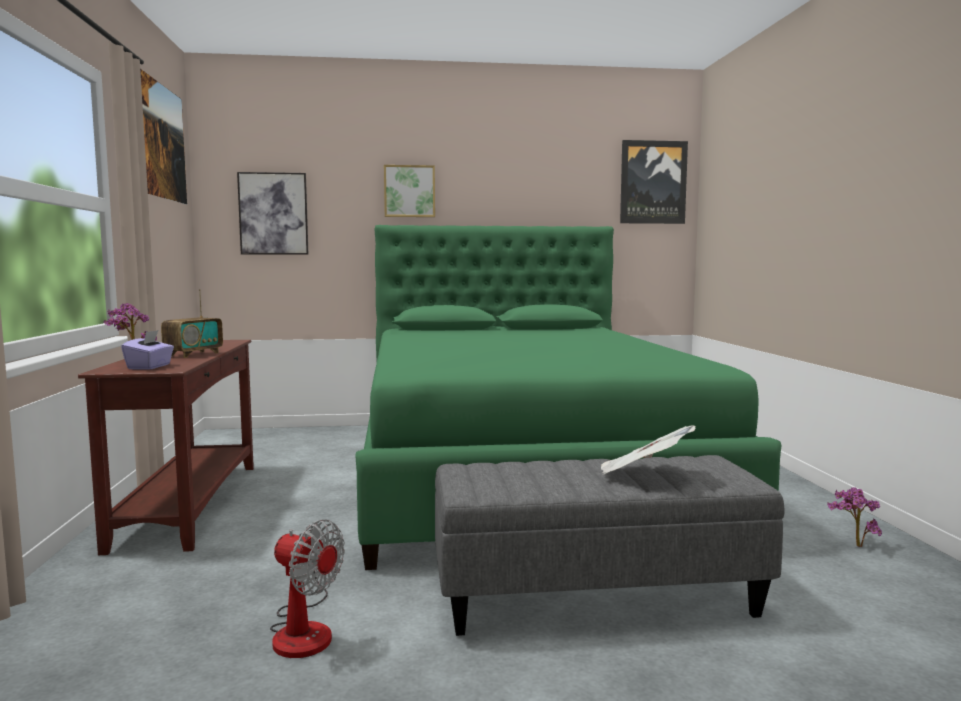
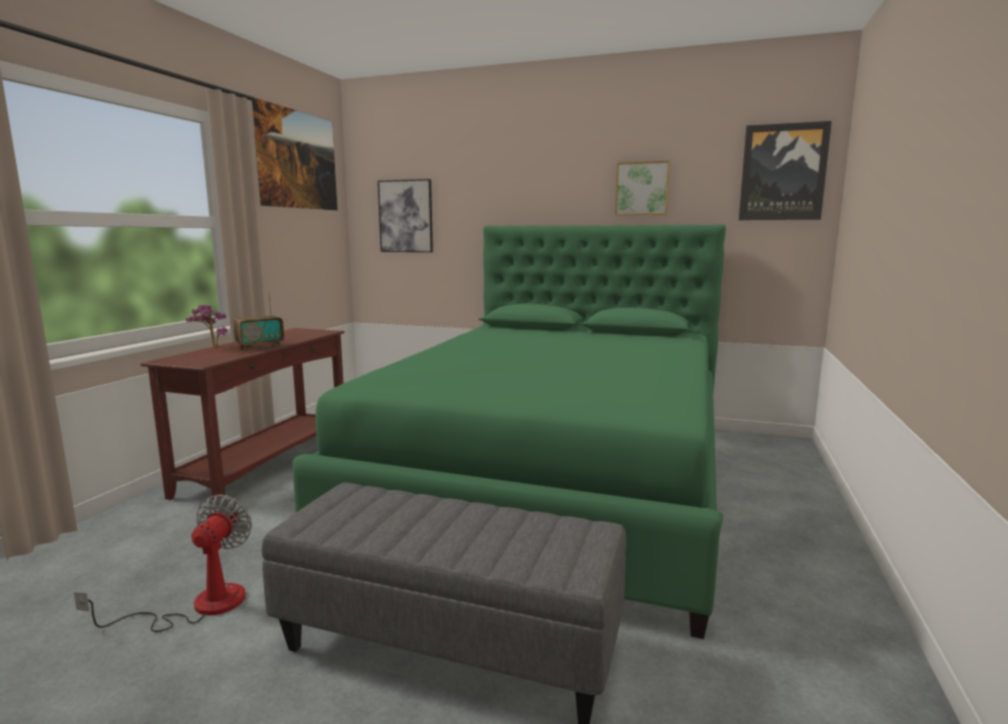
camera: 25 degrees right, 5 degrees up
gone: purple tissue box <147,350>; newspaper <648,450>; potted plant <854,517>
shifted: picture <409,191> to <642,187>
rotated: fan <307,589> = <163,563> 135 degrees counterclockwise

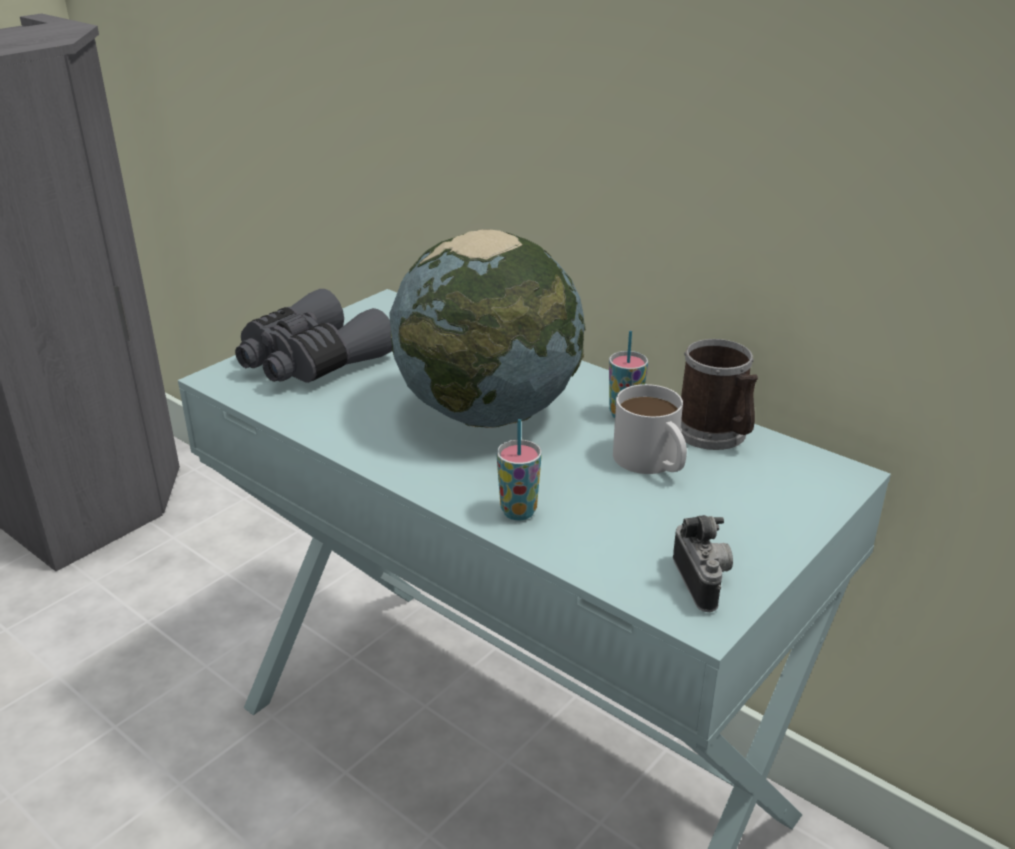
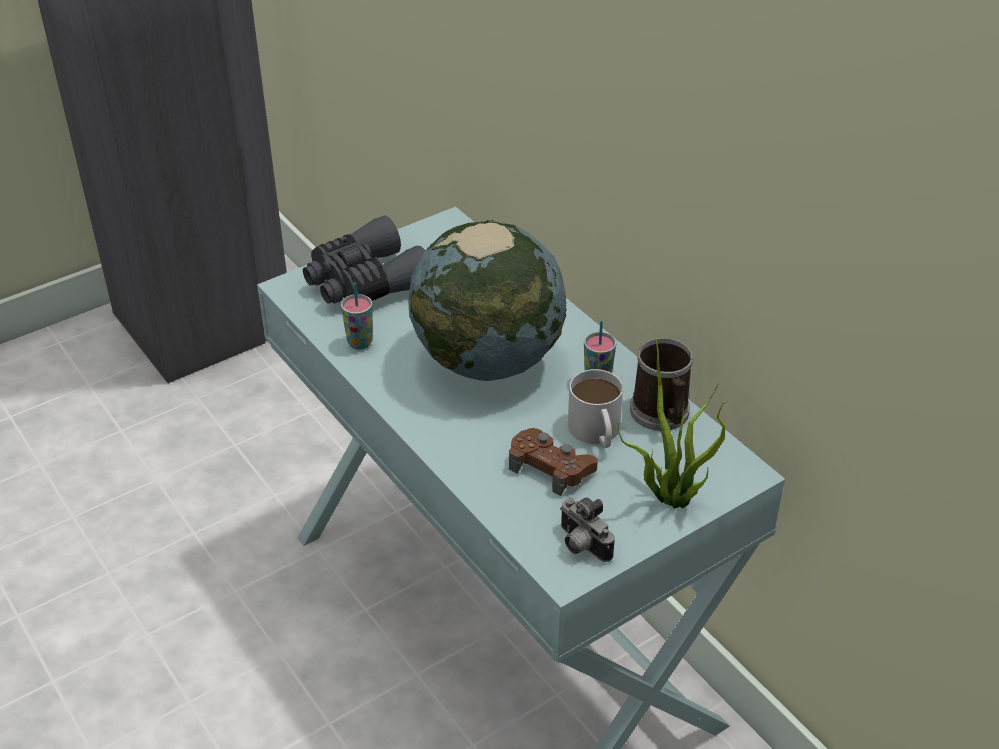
camera: 15 degrees right, 10 degrees up
new: brown game controller <553,462>; potted plant <673,419>
shifted: cup <519,469> to <357,316>
rotated: photo camera <703,563> = <587,529> 135 degrees clockwise

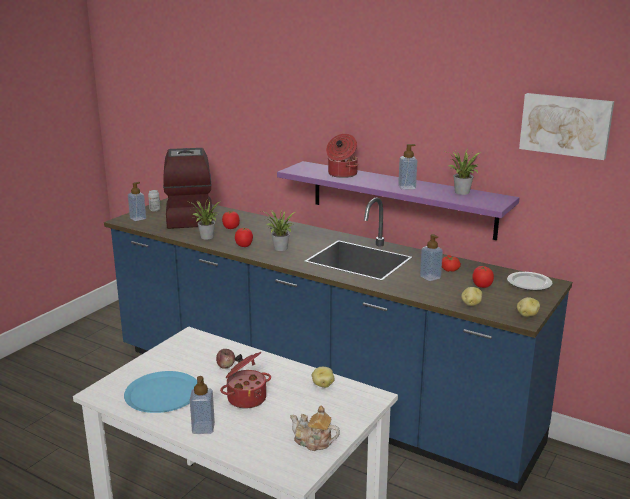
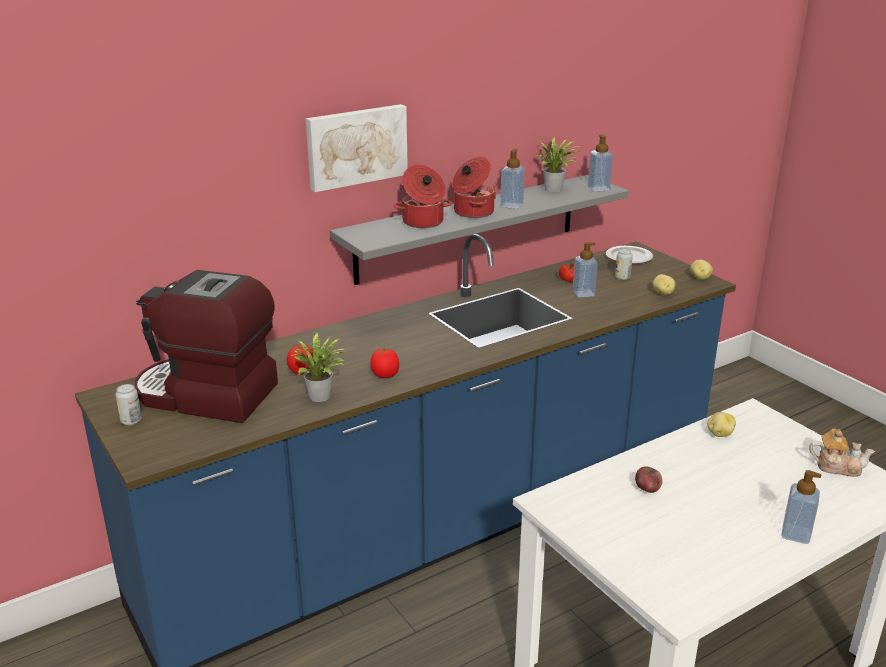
camera: 65 degrees left, 5 degrees up
gone: blue plate <160,392>; potted plant <278,230>
shifted: soap dispenser <137,201> to <600,163>; cooking pot <245,380> to <474,187>; picture <566,126> to <357,148>
swapped: tomato <483,277> to can <624,264>
repainted: purple shelf <398,200> to grey shelf <479,230>
rotated: teapot <315,428> = <842,453> 120 degrees counterclockwise

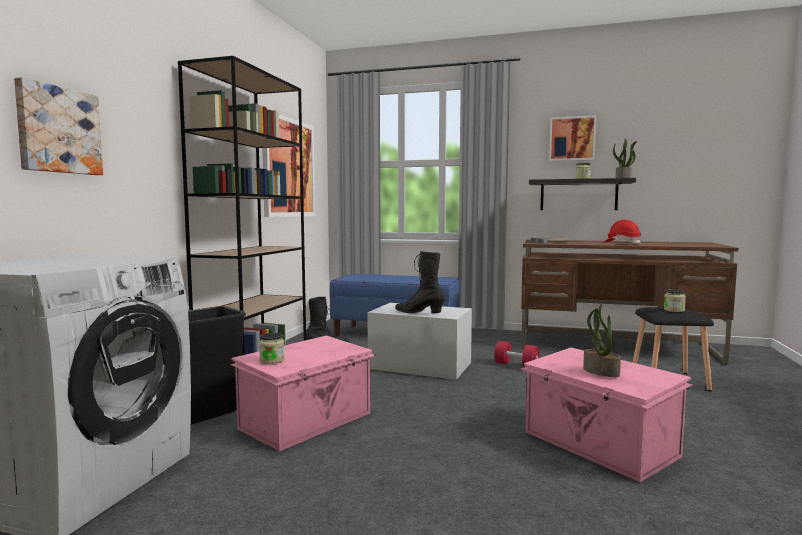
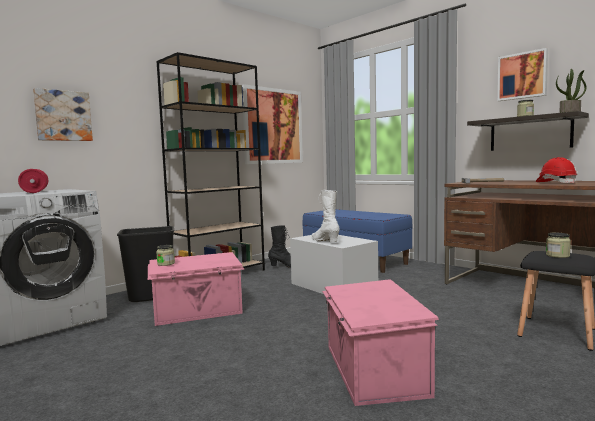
camera: 30 degrees right, 0 degrees up
gone: potted plant <602,340>
shifted: red dumbbell <516,354> to <33,181>
repainted: black boot <420,282> to white boot <325,216>

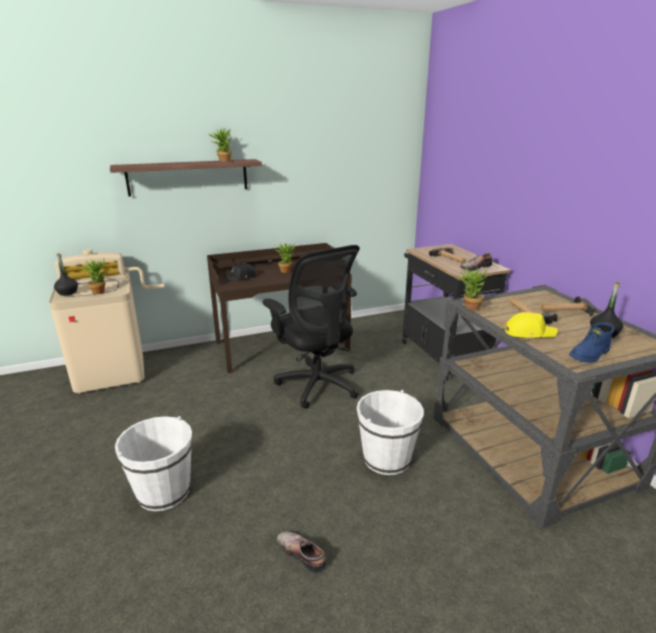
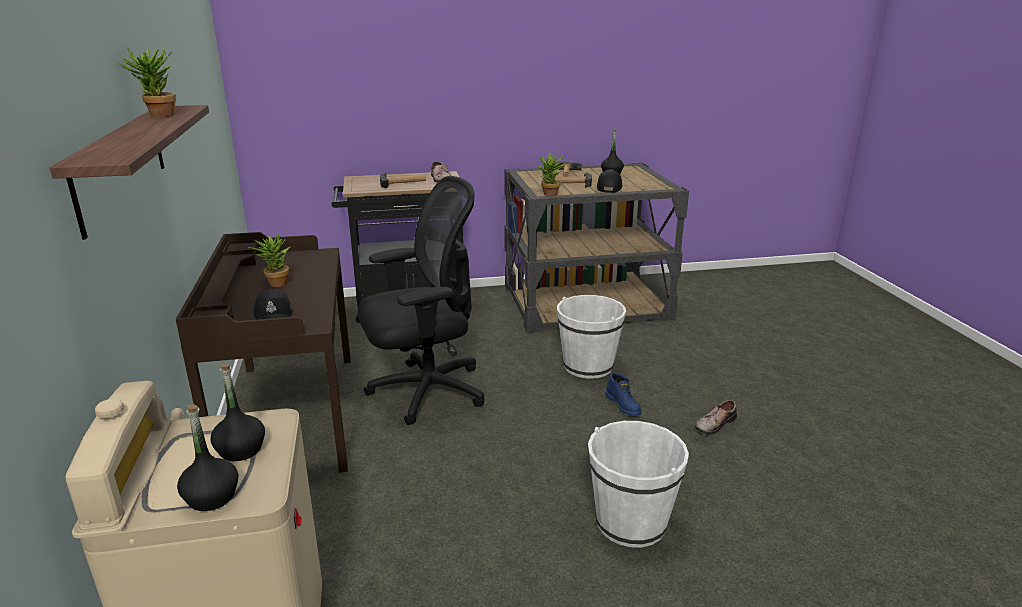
camera: 80 degrees left, 0 degrees up
shifted: blue boot <592,343> to <623,394>
swapped: potted plant <93,277> to black bottle <237,412>
repainted: yellow cap <531,325> to black cap <609,181>

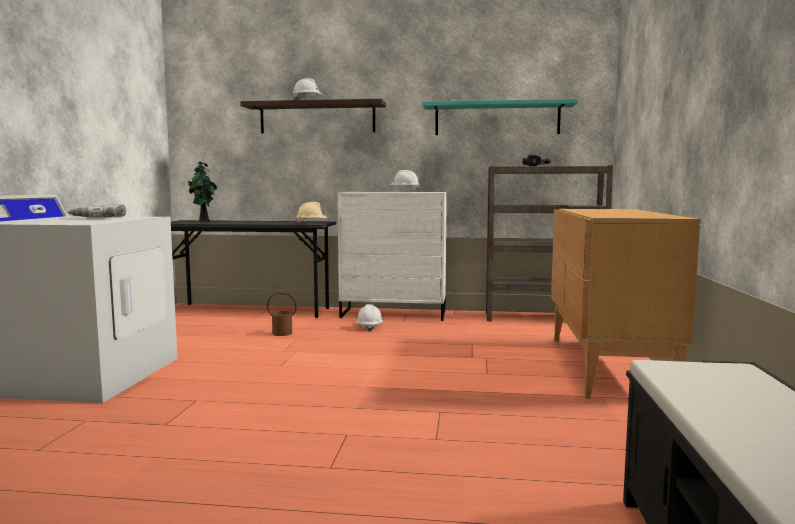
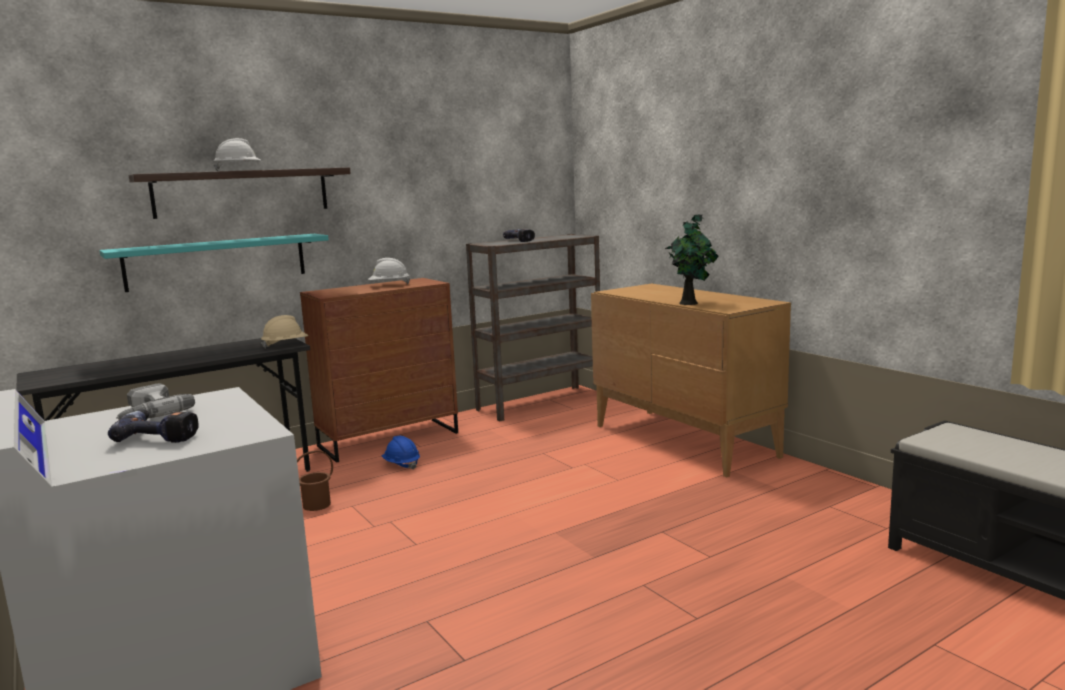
camera: 40 degrees left, 5 degrees up
new: power drill <153,426>
shifted: potted plant <203,191> to <692,259>; turquoise shelf <500,117> to <214,263>
repainted: white dresser <392,256> to brown dresser <379,370>; white hard hat <369,317> to blue hard hat <401,453>

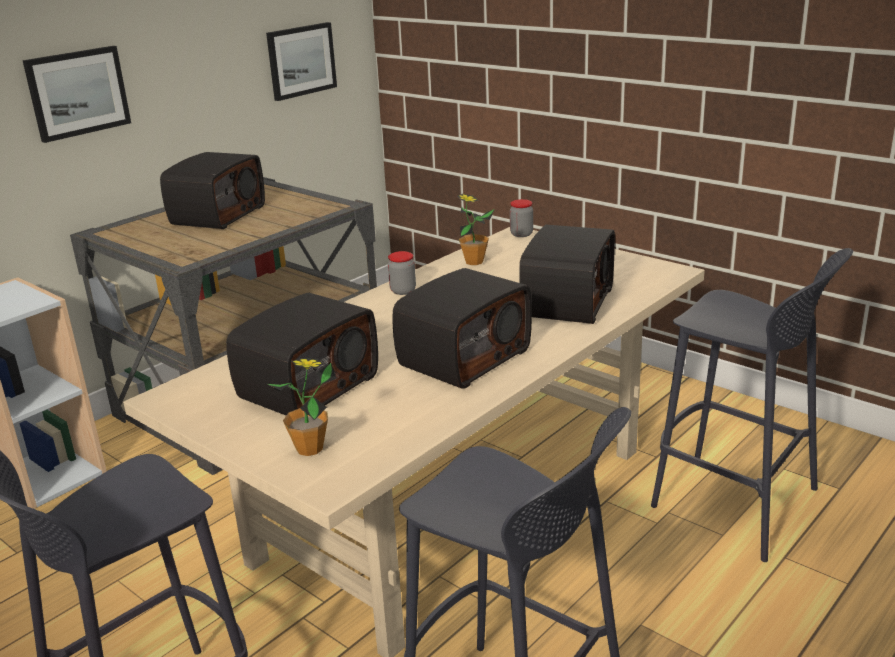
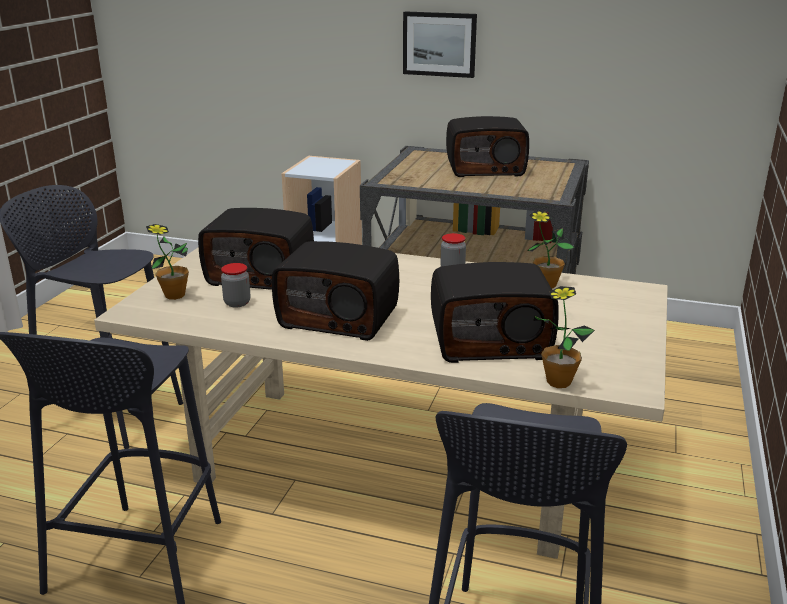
camera: 65 degrees right, 0 degrees up
gone: picture <301,61>
new: potted plant <564,337>
shifted: jar <521,218> to <236,285>

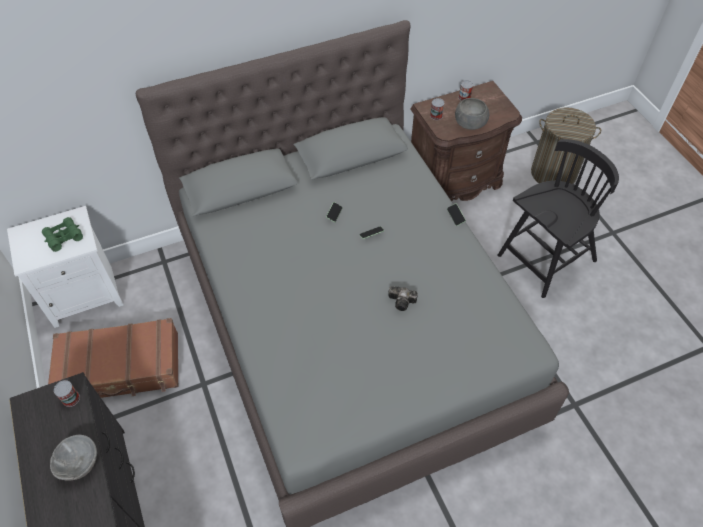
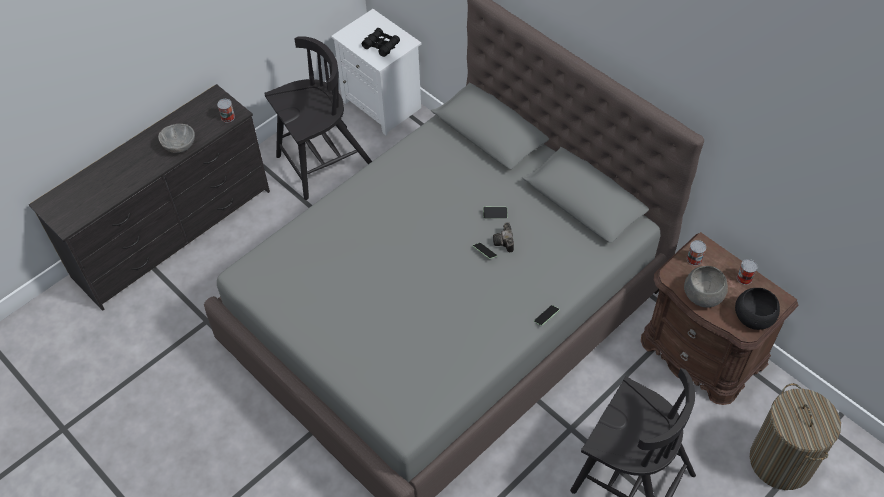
camera: 70 degrees right, 0 degrees up
new: black bowl <757,309>
shifted: photo camera <403,298> to <503,237>
swapped: brown suitcase <113,358> to black chair <318,118>
repainted: green binoculars <62,234> to black binoculars <381,42>

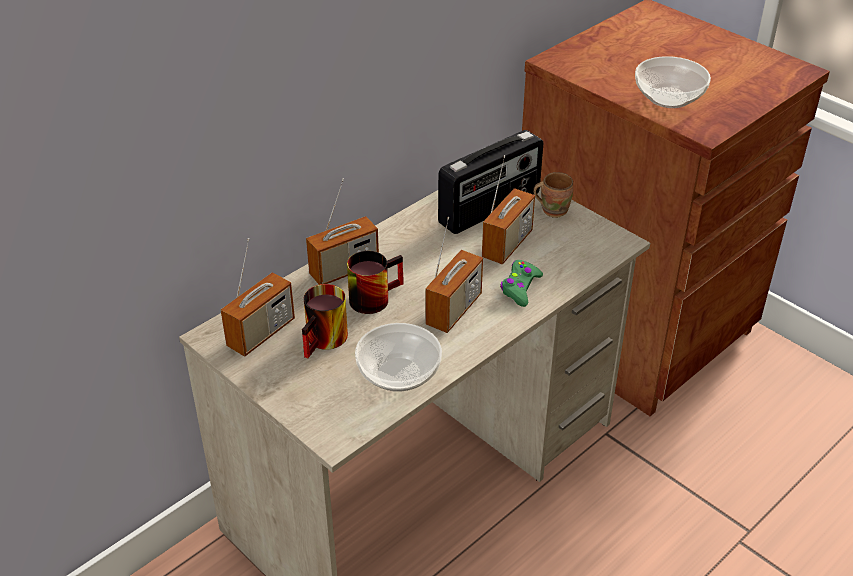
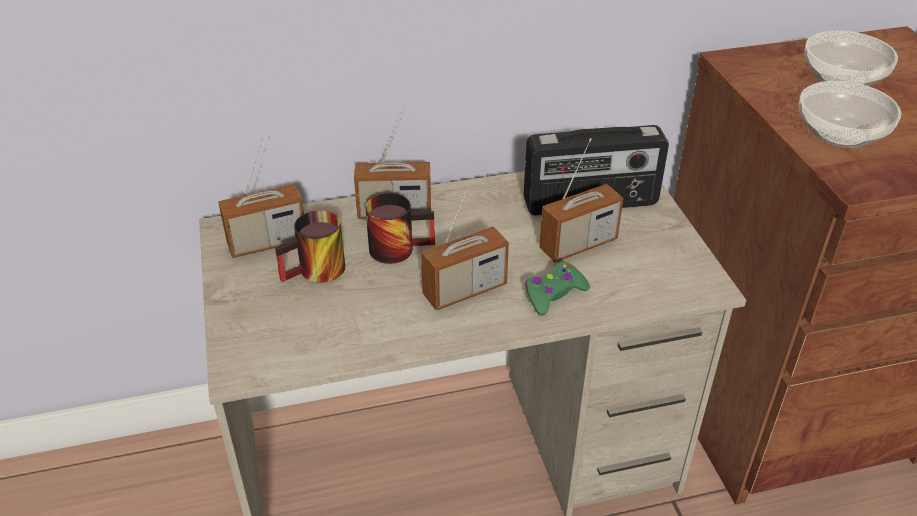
camera: 30 degrees right, 0 degrees up
gone: brown mug <553,195>
shifted: bowl <398,357> to <851,58>

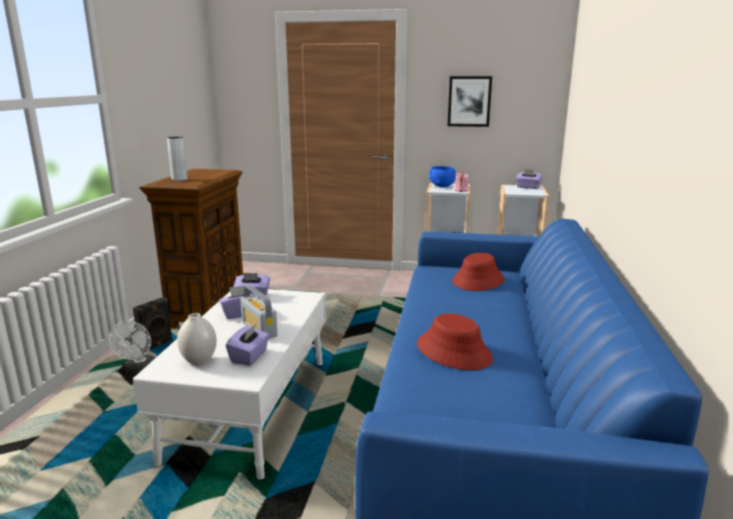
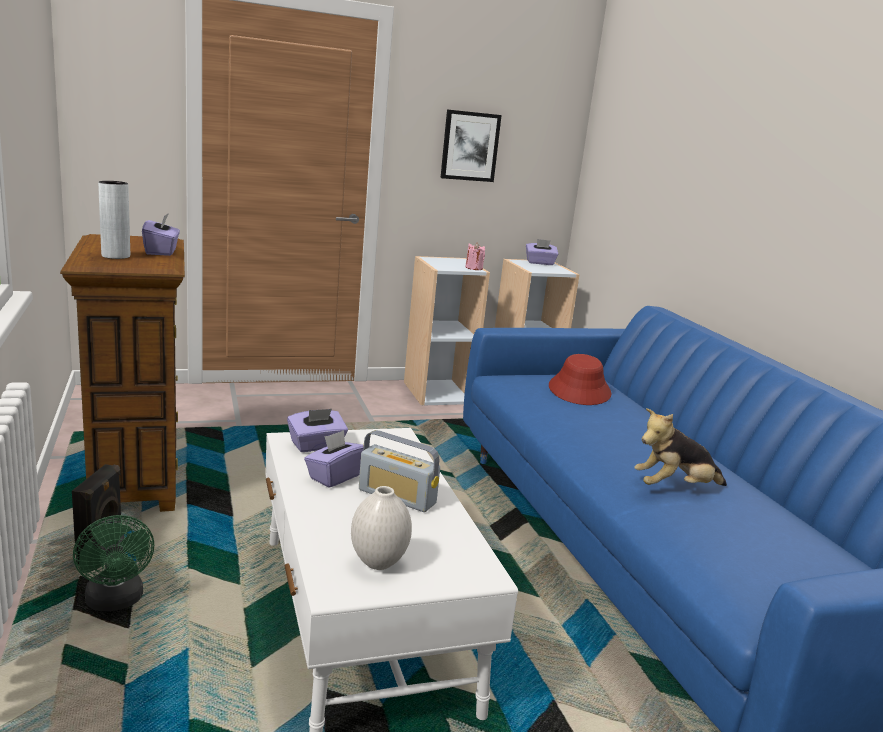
camera: 30 degrees left, 0 degrees up
gone: blue bowl <442,176>
shifted: purple tissue box <248,344> to <161,234>
swapped: red hat <455,341> to plush toy <681,447>
repainted: white fan <131,348> to green fan <113,563>

